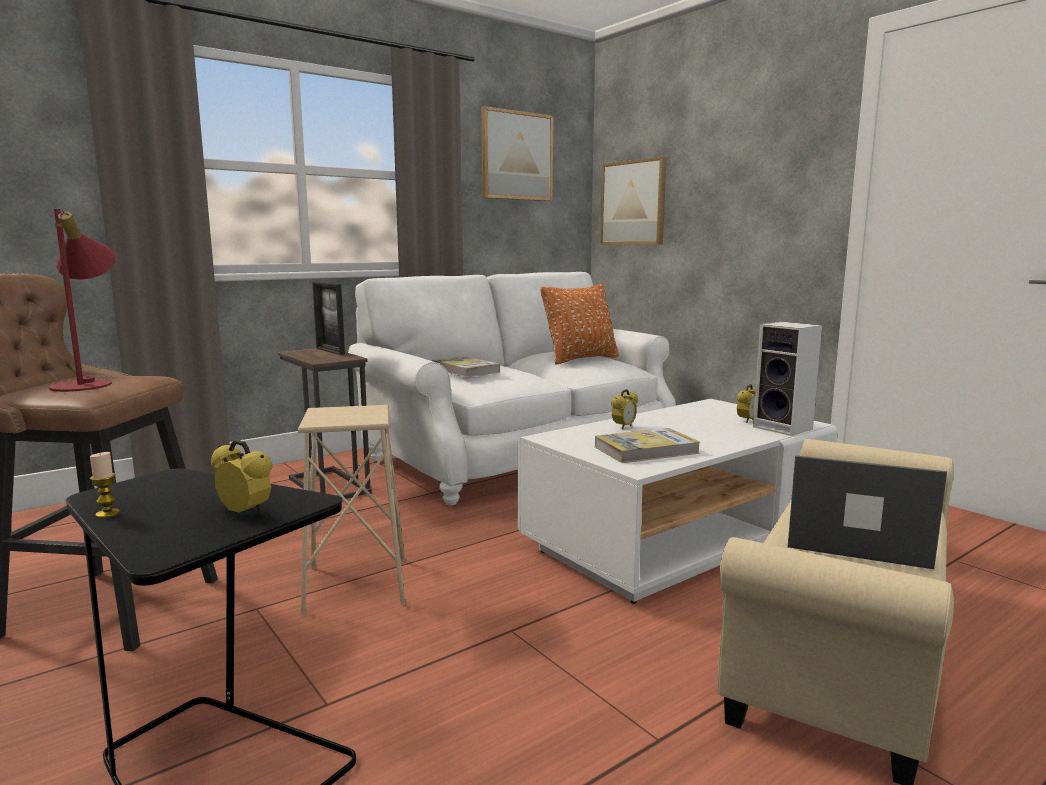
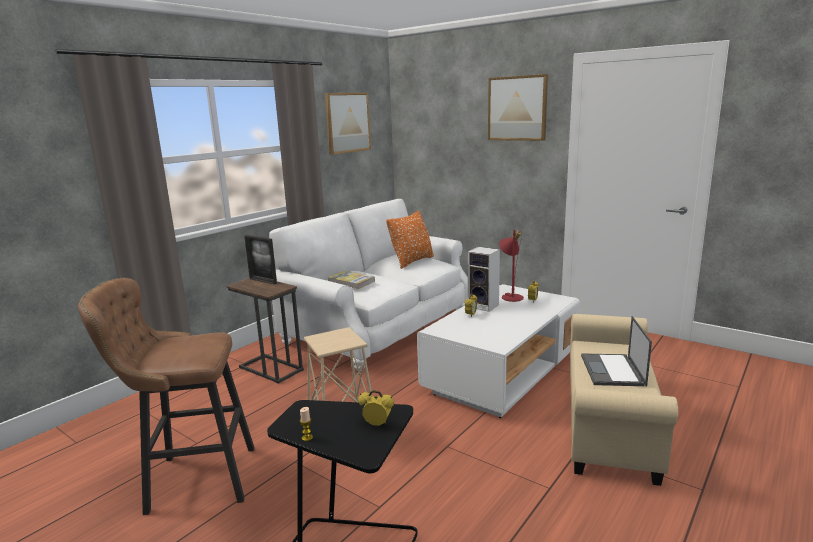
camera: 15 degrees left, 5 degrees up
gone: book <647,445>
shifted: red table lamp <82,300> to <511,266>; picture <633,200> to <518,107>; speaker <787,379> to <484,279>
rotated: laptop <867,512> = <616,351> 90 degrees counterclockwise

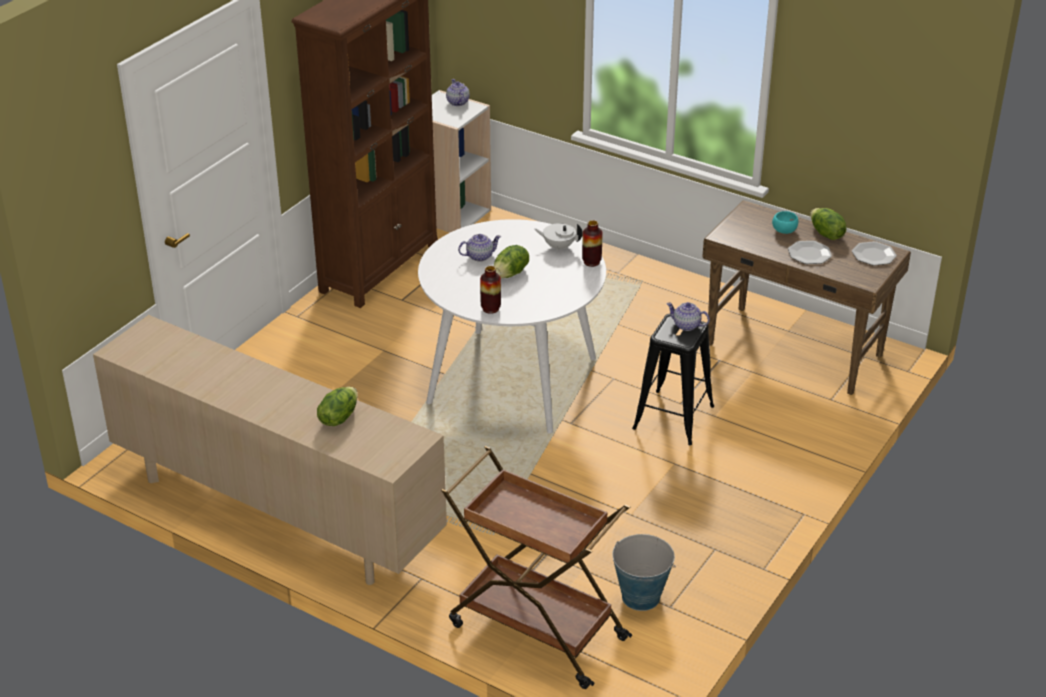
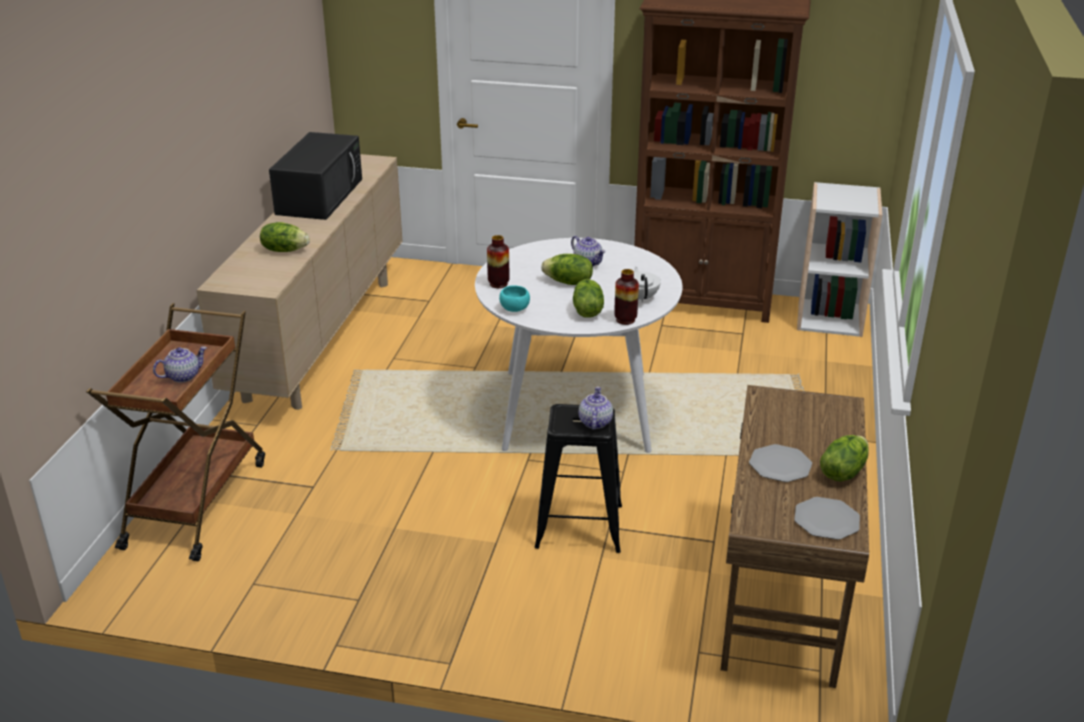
camera: 70 degrees right, 5 degrees down
gone: bucket <644,572>
new: black microwave <315,176>; lettuce <588,298>
shifted: teapot <458,92> to <180,364>; turquoise bowl <785,222> to <514,299>

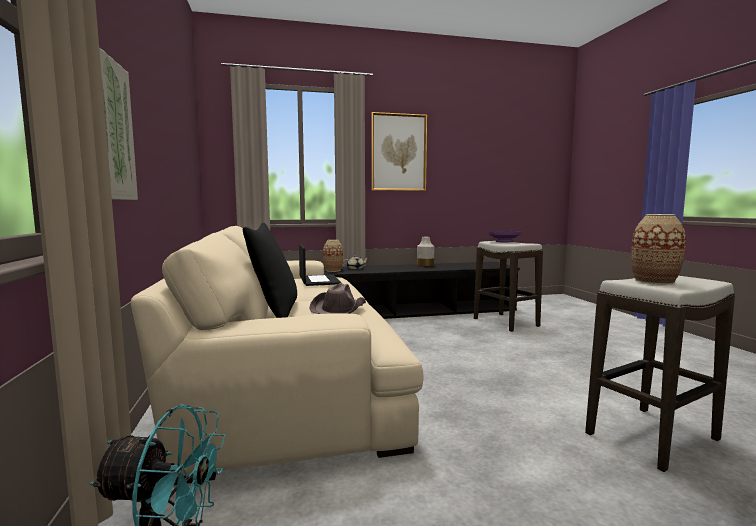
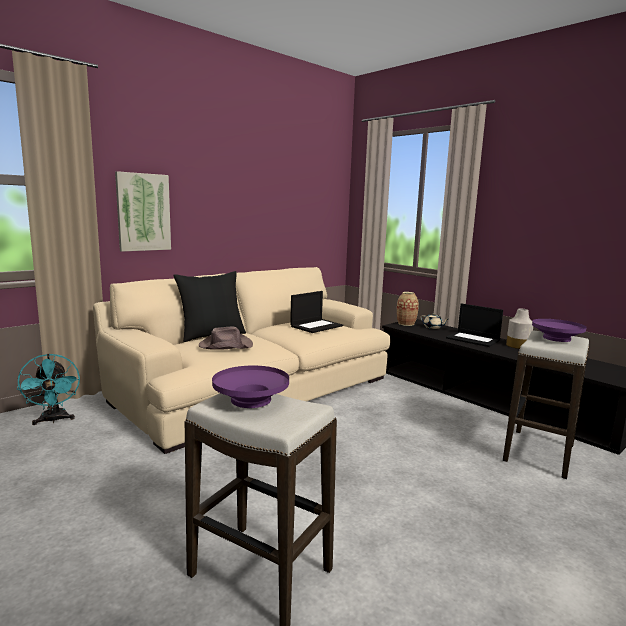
camera: 60 degrees right, 5 degrees up
gone: picture <399,151>
new: laptop <474,325>
swapped: vase <658,249> to purple bowl <250,386>

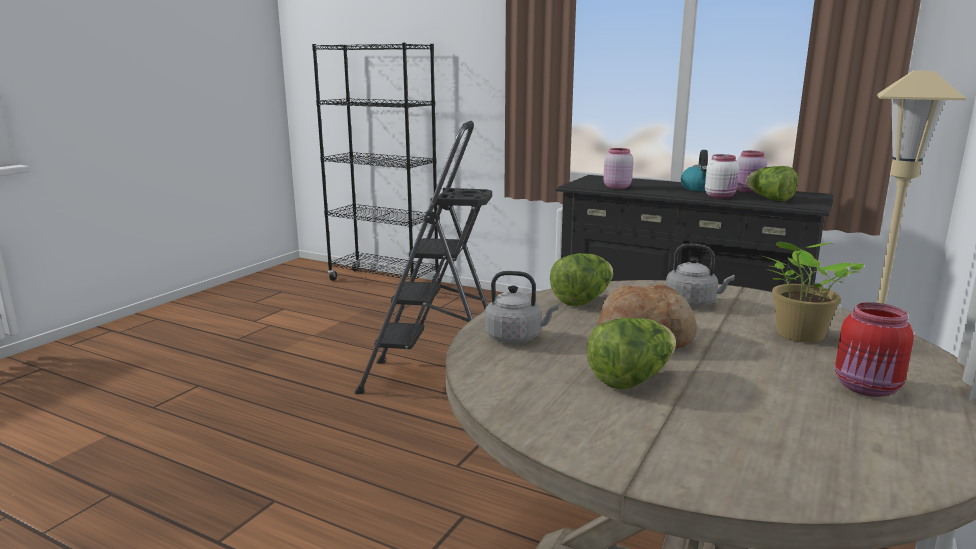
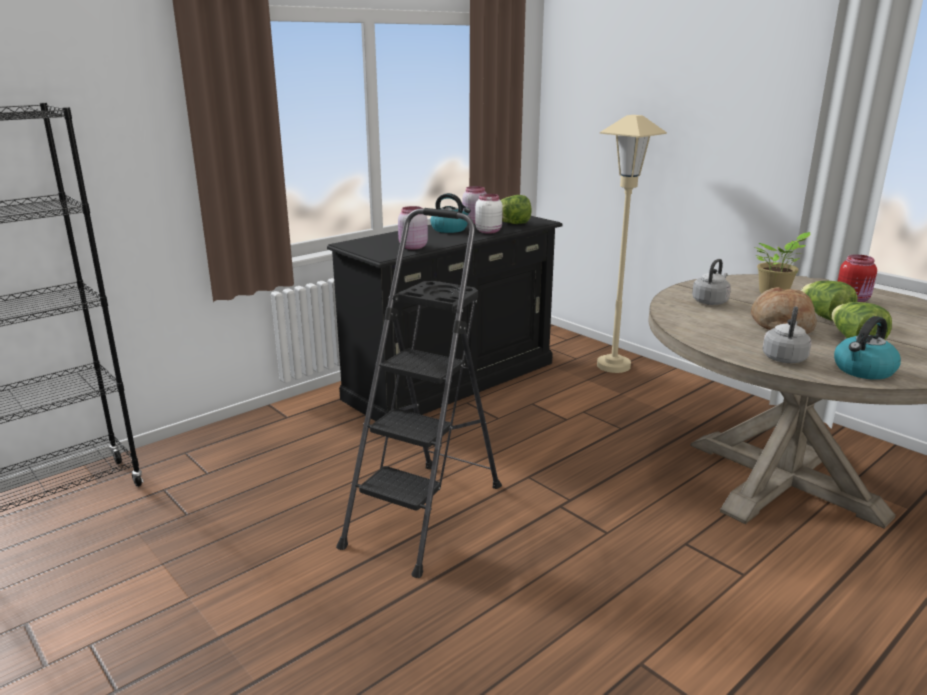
camera: 70 degrees left, 5 degrees up
new: kettle <867,348>
shifted: lettuce <581,279> to <829,301>

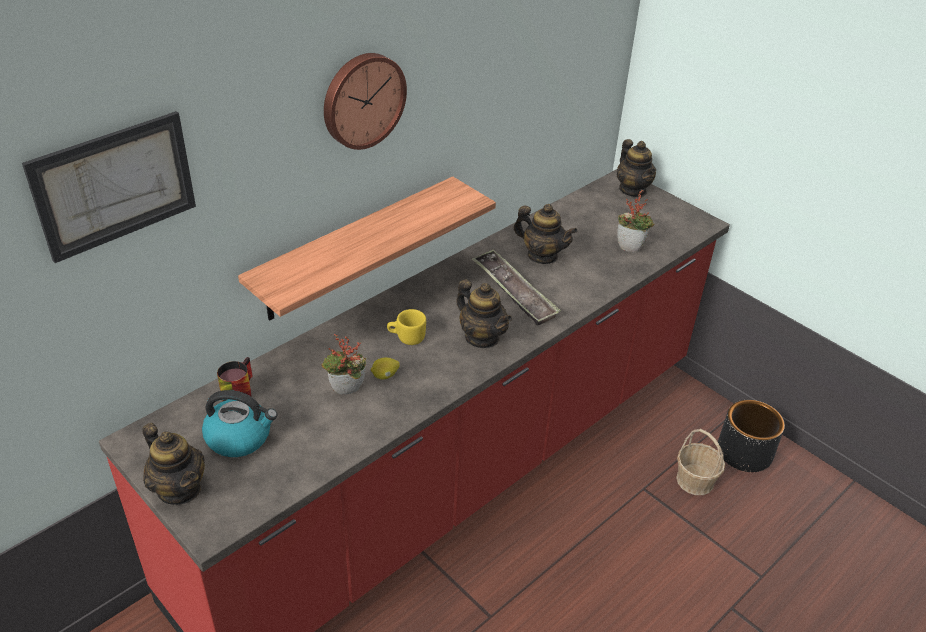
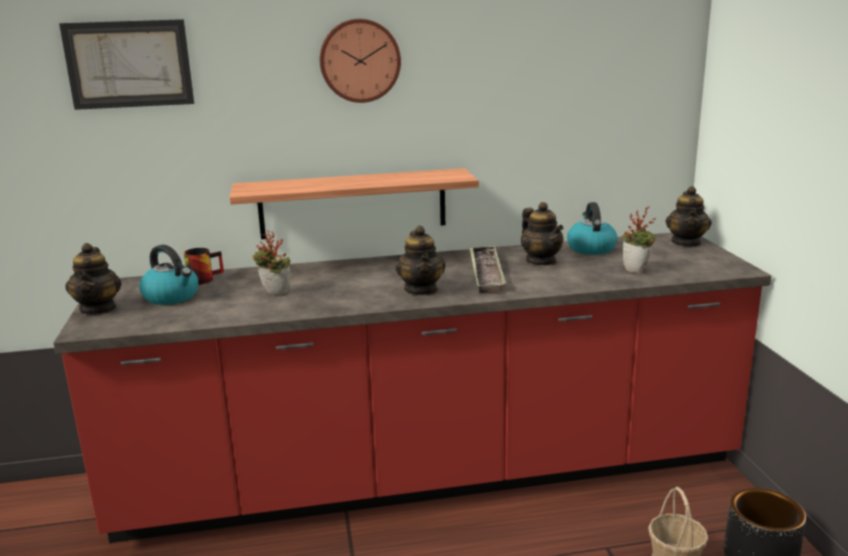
camera: 35 degrees right, 20 degrees down
gone: lemon <385,368>; yellow mug <406,327>
new: kettle <592,228>

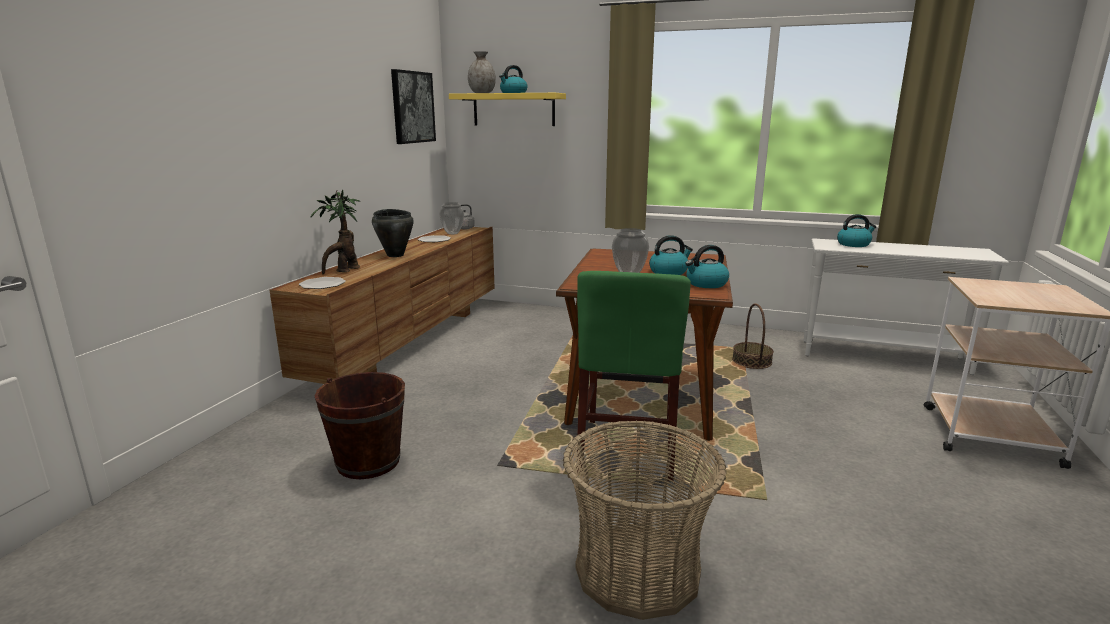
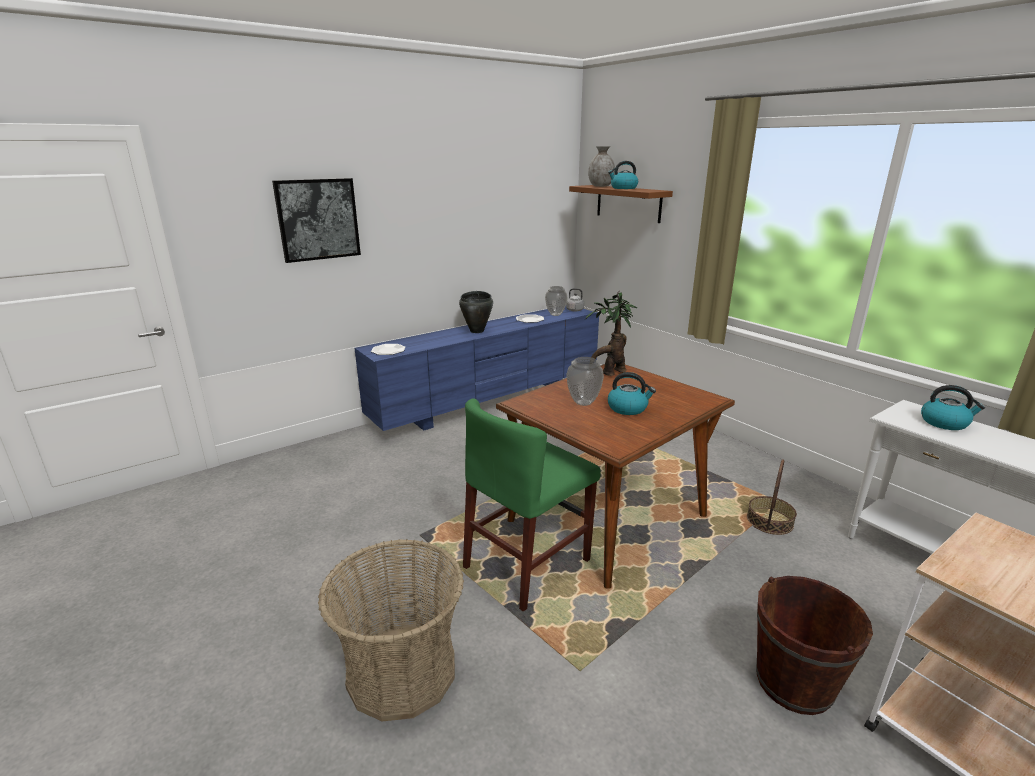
camera: 35 degrees right, 5 degrees up
gone: kettle <707,266>
shifted: potted plant <335,232> to <611,333>; brown bucket <360,425> to <814,645>; picture <413,106> to <316,220>
repainted: brown cabinet <382,305> to blue cabinet <477,368>; yellow shelf <507,109> to brown shelf <621,204>

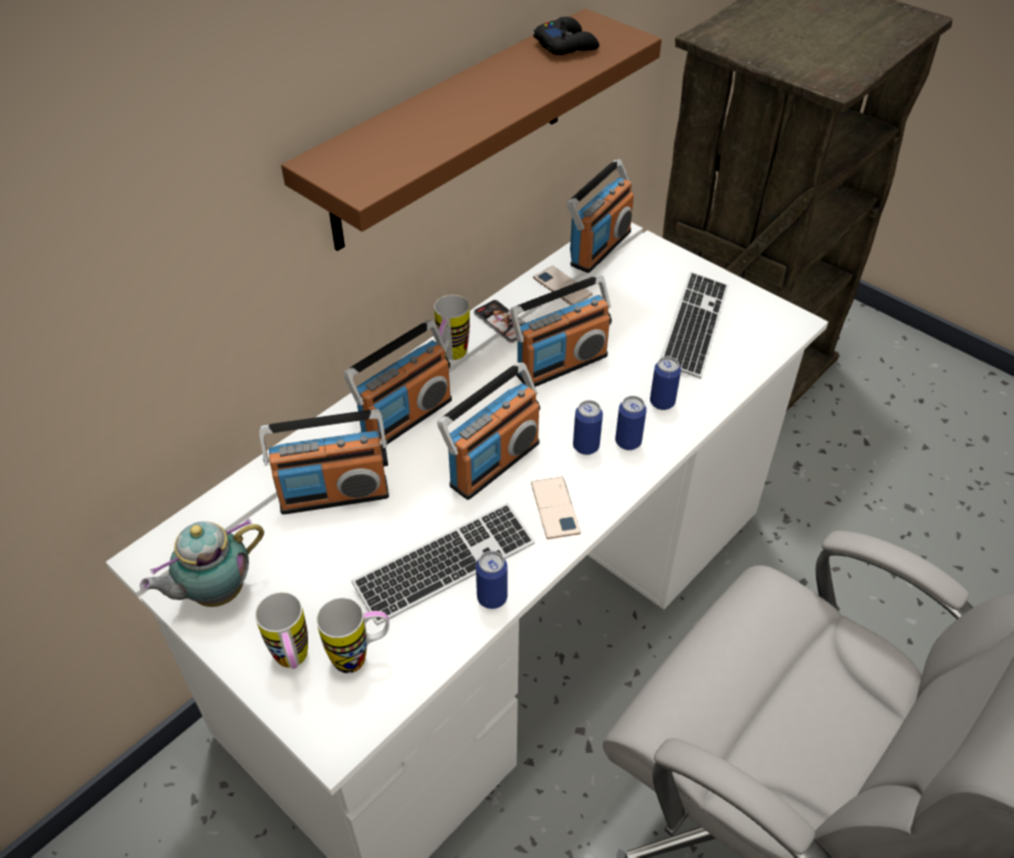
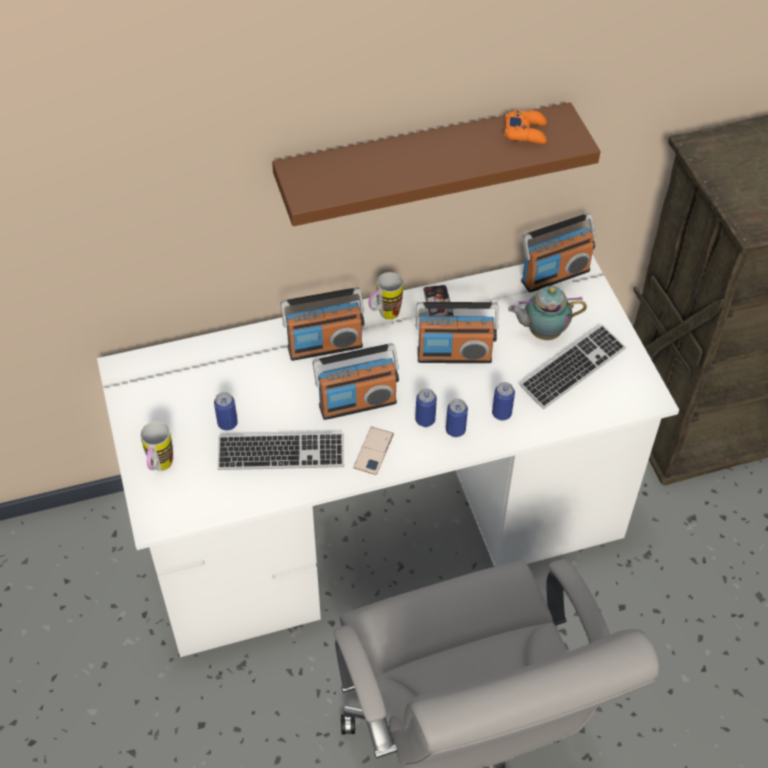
camera: 30 degrees right, 5 degrees up
gone: radio <324,461>; mug <352,635>; phone <563,285>
shifted: teapot <202,563> to <547,313>; can <491,580> to <226,411>
repainted: black game controller <566,36> to orange game controller <526,127>

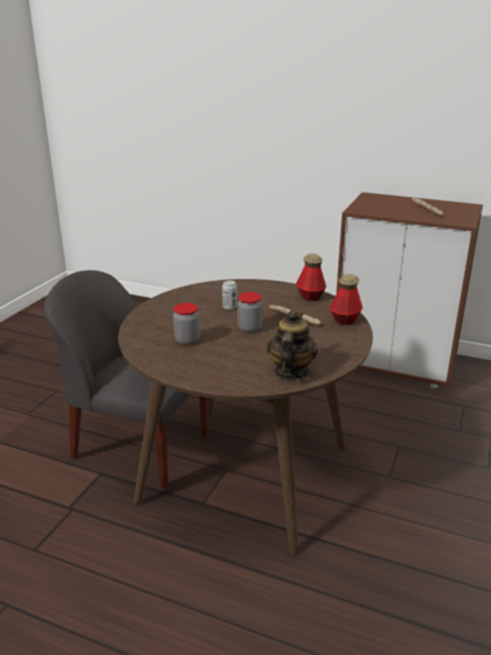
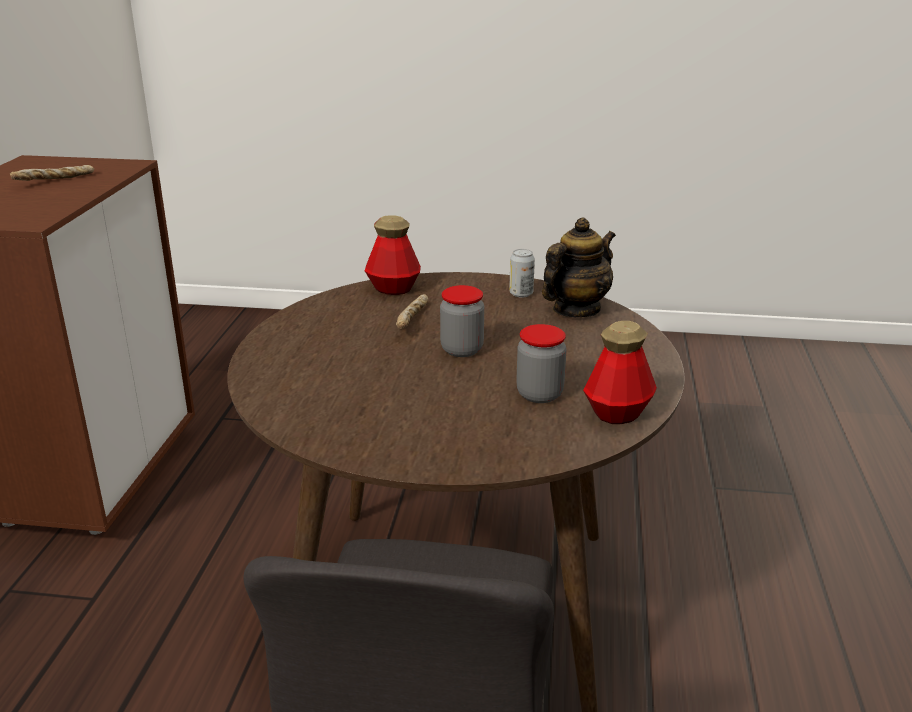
camera: 105 degrees left, 0 degrees up
shifted: can <229,295> to <522,273>; bottle <311,277> to <620,372>
rotated: teapot <292,344> = <579,267> 135 degrees clockwise

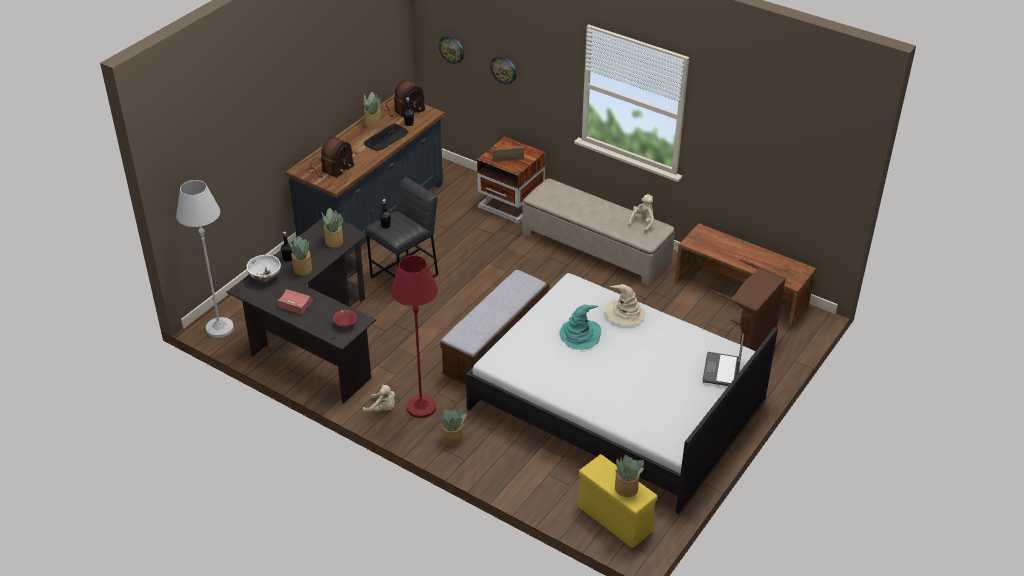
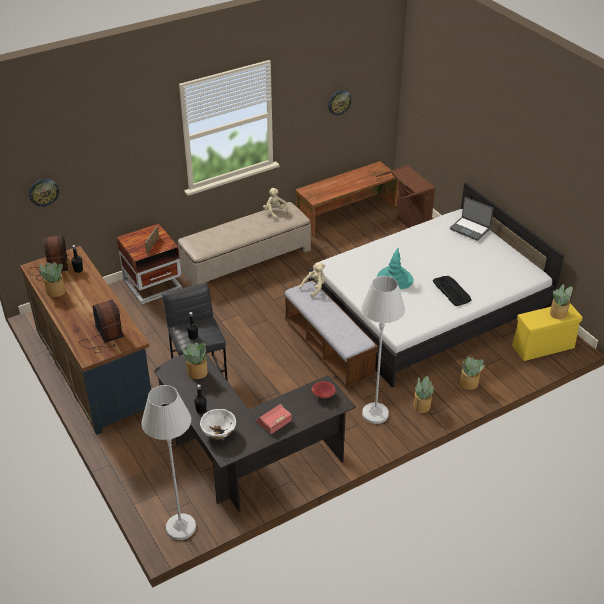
camera: 65 degrees left, 0 degrees up
gone: beige hat <624,305>
shifted: potted plant <300,255> to <472,373>; beige plush toy <379,398> to <312,280>; keyboard <386,137> to <452,291>; wall clock <503,70> to <339,103>
repainted: red floor lamp <414,336> to white floor lamp <383,350>

